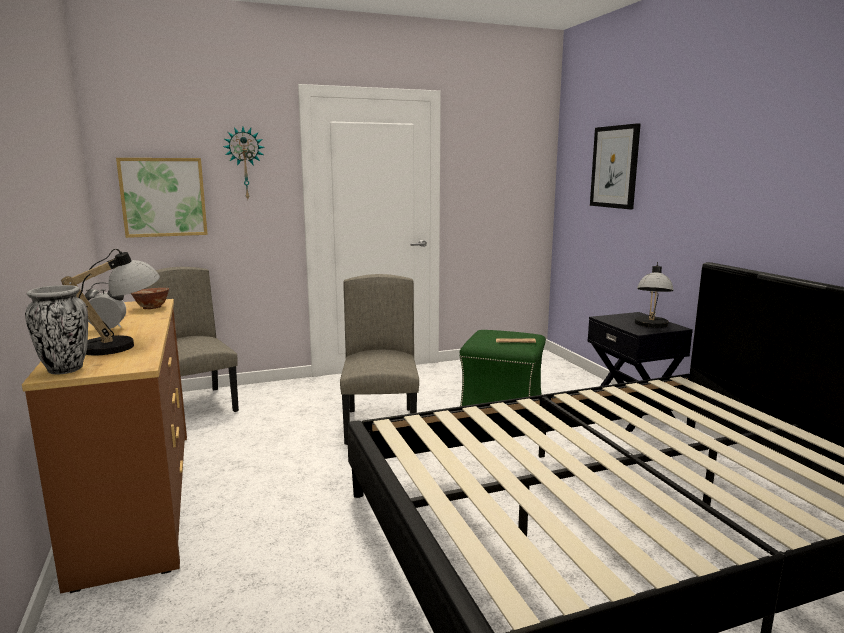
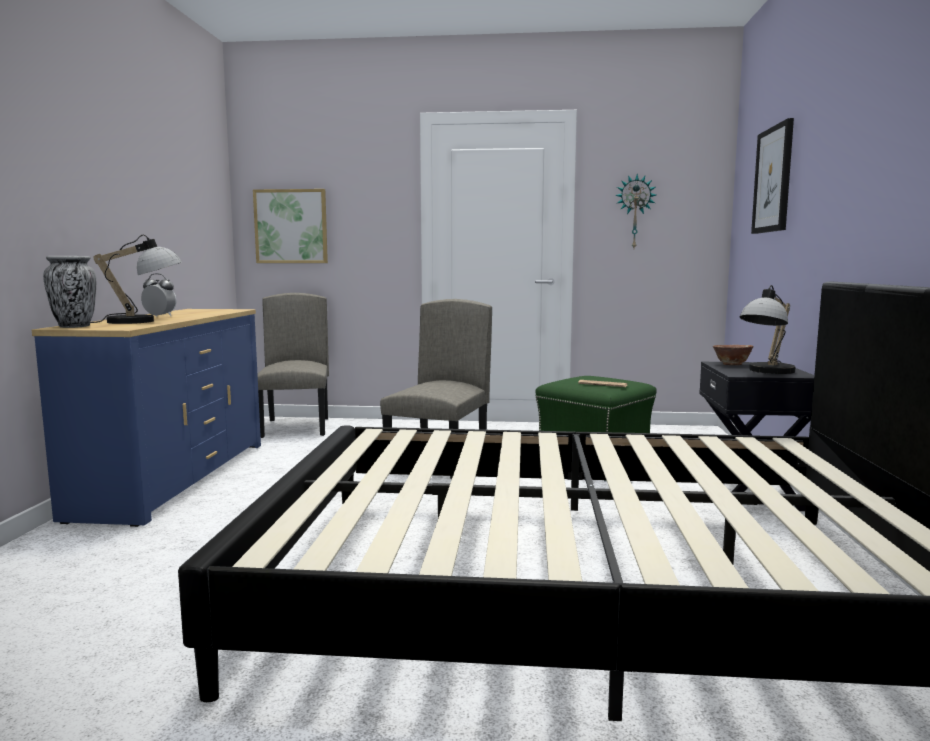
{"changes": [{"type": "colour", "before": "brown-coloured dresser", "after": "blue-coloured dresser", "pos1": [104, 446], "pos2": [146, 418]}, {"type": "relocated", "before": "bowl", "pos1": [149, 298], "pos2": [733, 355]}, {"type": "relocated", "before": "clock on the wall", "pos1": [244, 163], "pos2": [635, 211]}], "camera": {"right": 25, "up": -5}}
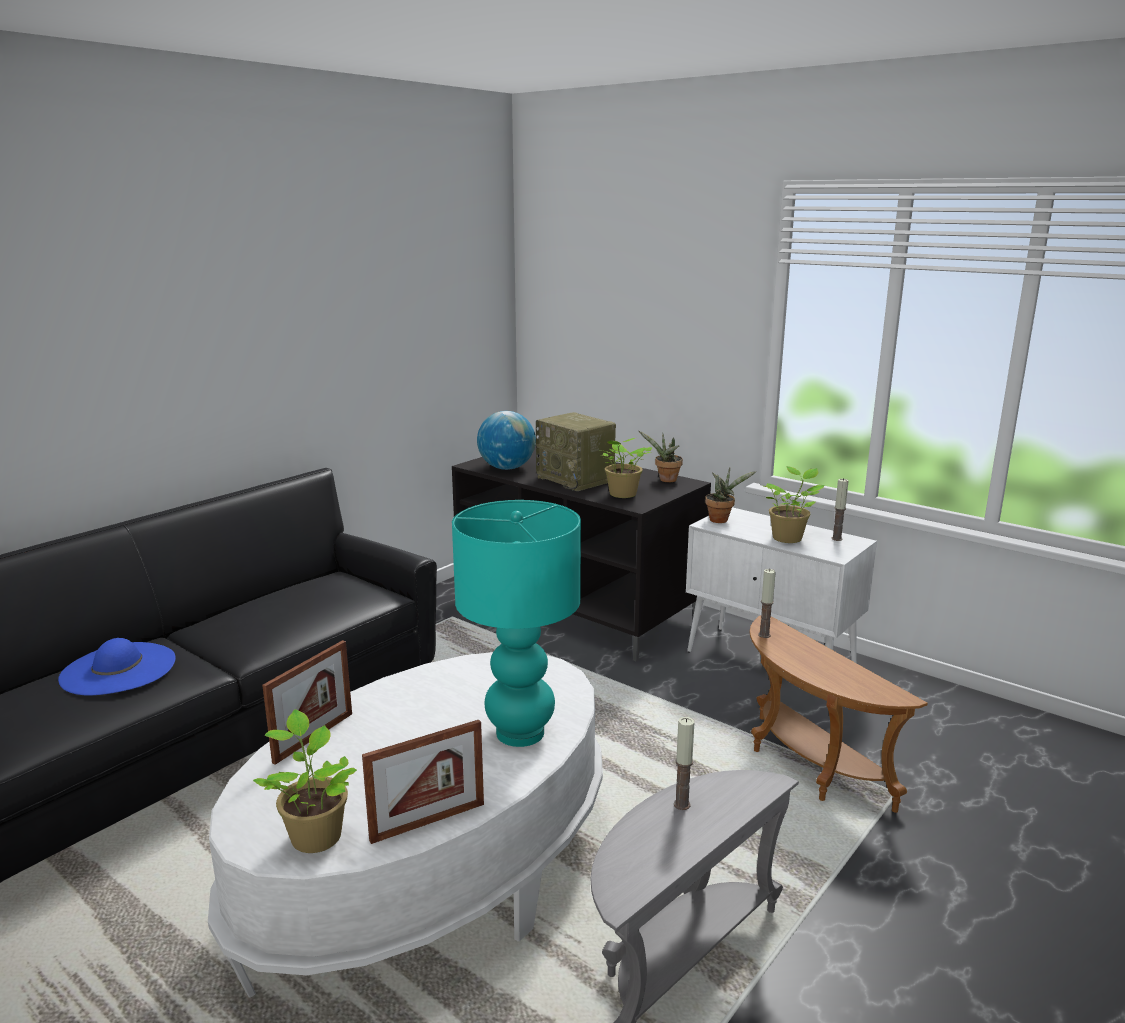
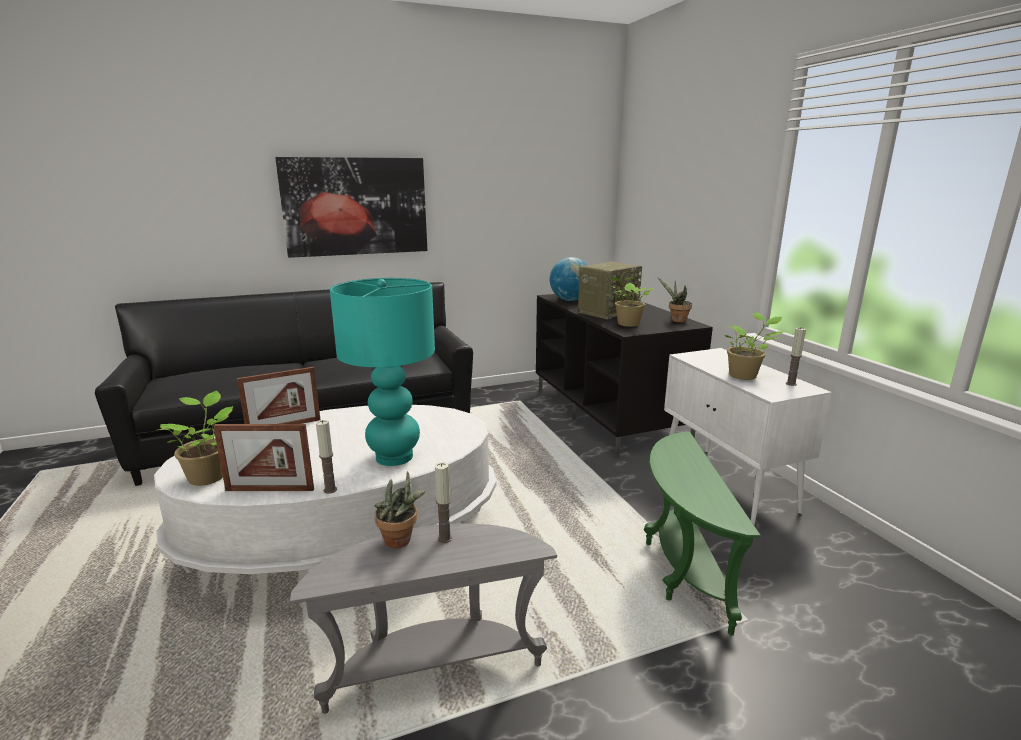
{"changes": [{"type": "missing", "before": "blue-coloured hat", "pos1": [117, 667]}, {"type": "spun", "before": "radio set", "pos1": [576, 451], "pos2": [610, 291], "turn": -120}, {"type": "relocated", "before": "plant in a pot", "pos1": [730, 495], "pos2": [399, 509]}, {"type": "colour", "before": "brown-coloured side table", "after": "green-coloured side table", "pos1": [839, 714], "pos2": [702, 534]}, {"type": "relocated", "before": "candle", "pos1": [767, 603], "pos2": [326, 457]}, {"type": "appeared", "after": "wall picture", "pos2": [351, 207]}], "camera": {"right": 30, "up": 0}}
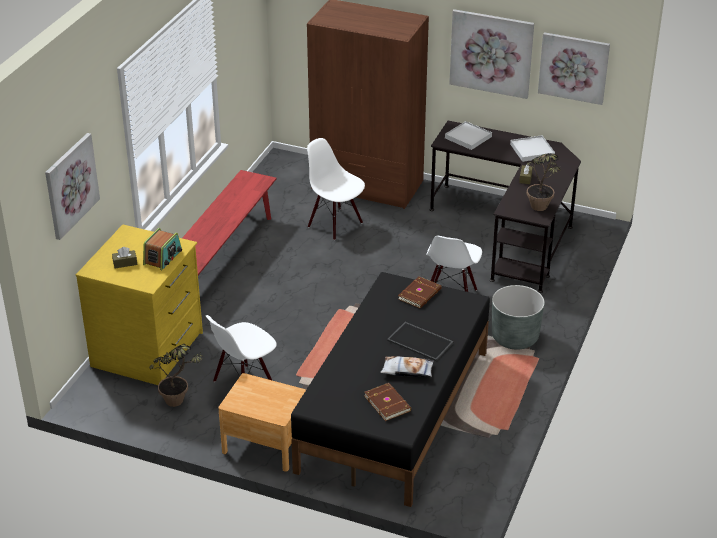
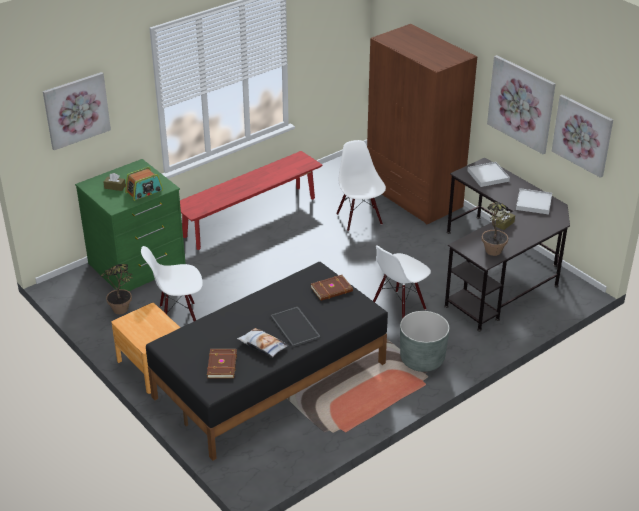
{"changes": [{"type": "colour", "before": "yellow-coloured dresser", "after": "green-coloured dresser", "pos1": [139, 304], "pos2": [130, 225]}], "camera": {"right": 30, "up": 0}}
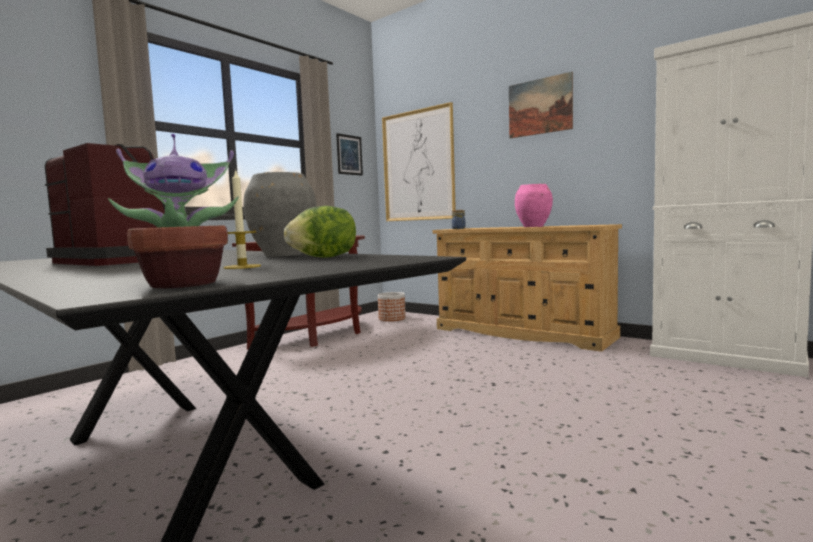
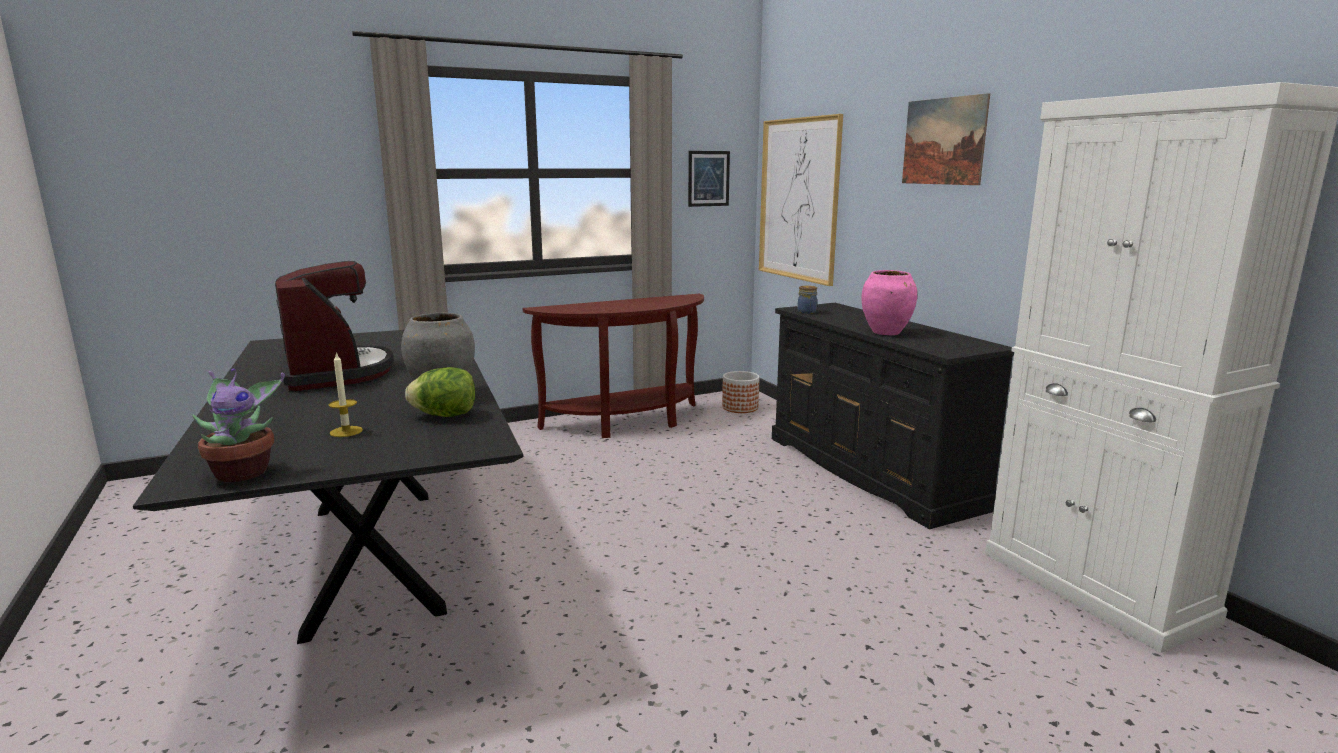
{"changes": [{"type": "colour", "before": "beige-coloured dresser", "after": "black dresser", "pos1": [527, 288], "pos2": [893, 416]}], "camera": {"right": 25, "up": 10}}
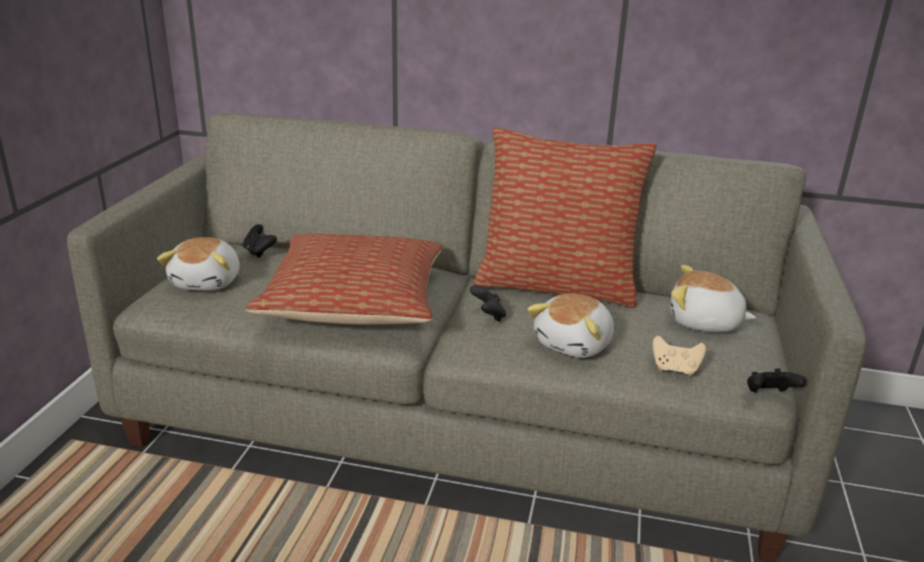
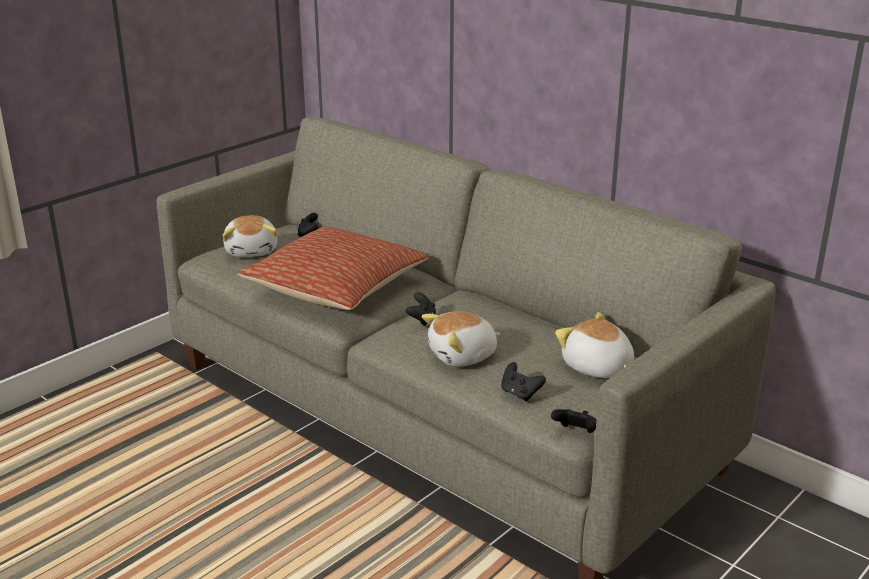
{"changes": [{"type": "spun", "before": "plush toy", "pos1": [198, 264], "pos2": [250, 236], "turn": -45}, {"type": "missing", "before": "throw pillow", "pos1": [565, 217]}, {"type": "colour", "before": "beige-coloured game controller", "after": "black game controller", "pos1": [679, 356], "pos2": [523, 382]}], "camera": {"right": 30, "up": 0}}
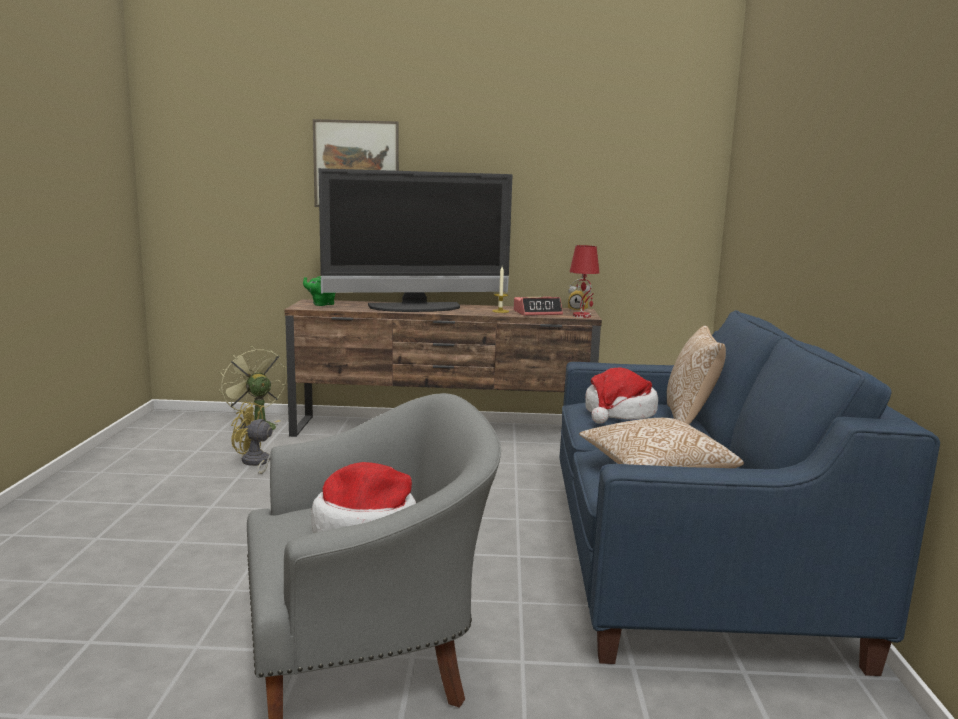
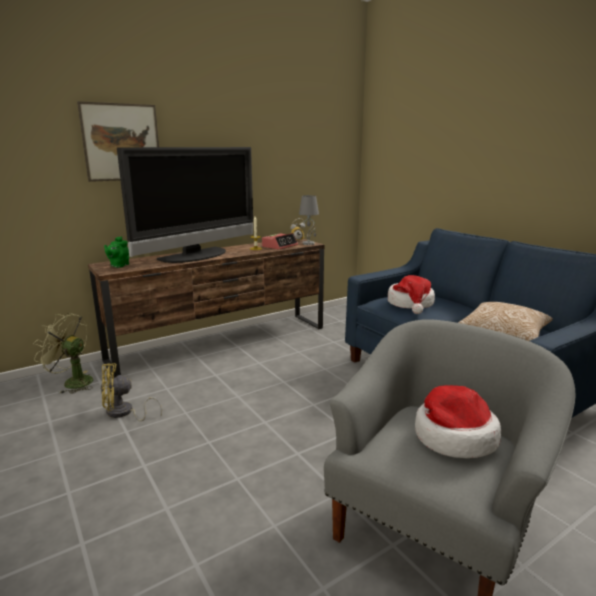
{"changes": [{"type": "colour", "before": "red-coloured table lamp", "after": "greyish table lamp", "pos1": [585, 281], "pos2": [309, 220]}, {"type": "missing", "before": "throw pillow", "pos1": [696, 375]}], "camera": {"right": -35, "up": 5}}
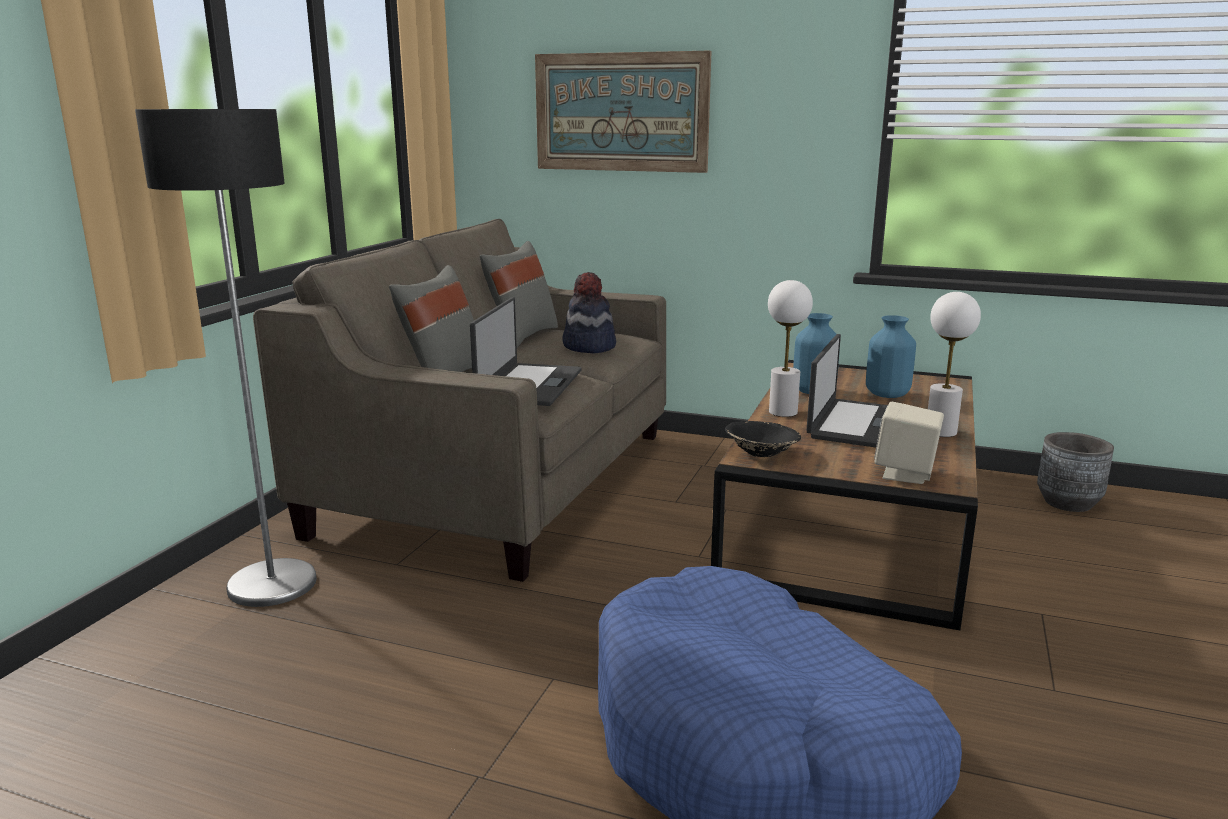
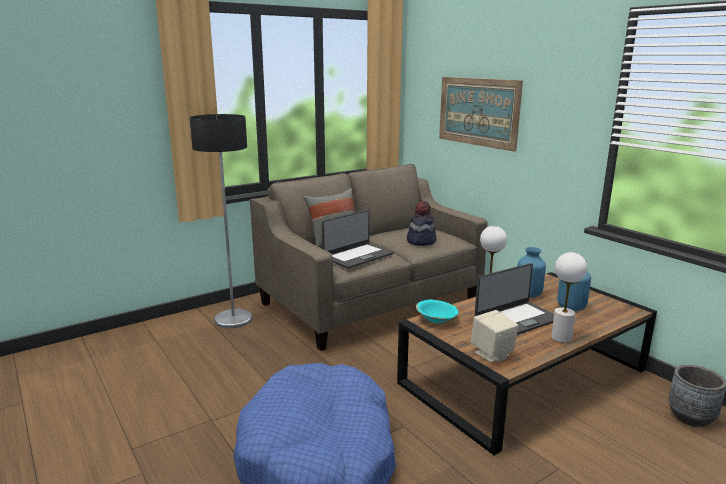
{"changes": [{"type": "missing", "before": "greyish throw pillow", "pos1": [519, 294]}, {"type": "colour", "before": "black bowl", "after": "blue-green bowl", "pos1": [763, 439], "pos2": [437, 311]}], "camera": {"right": 35, "up": 0}}
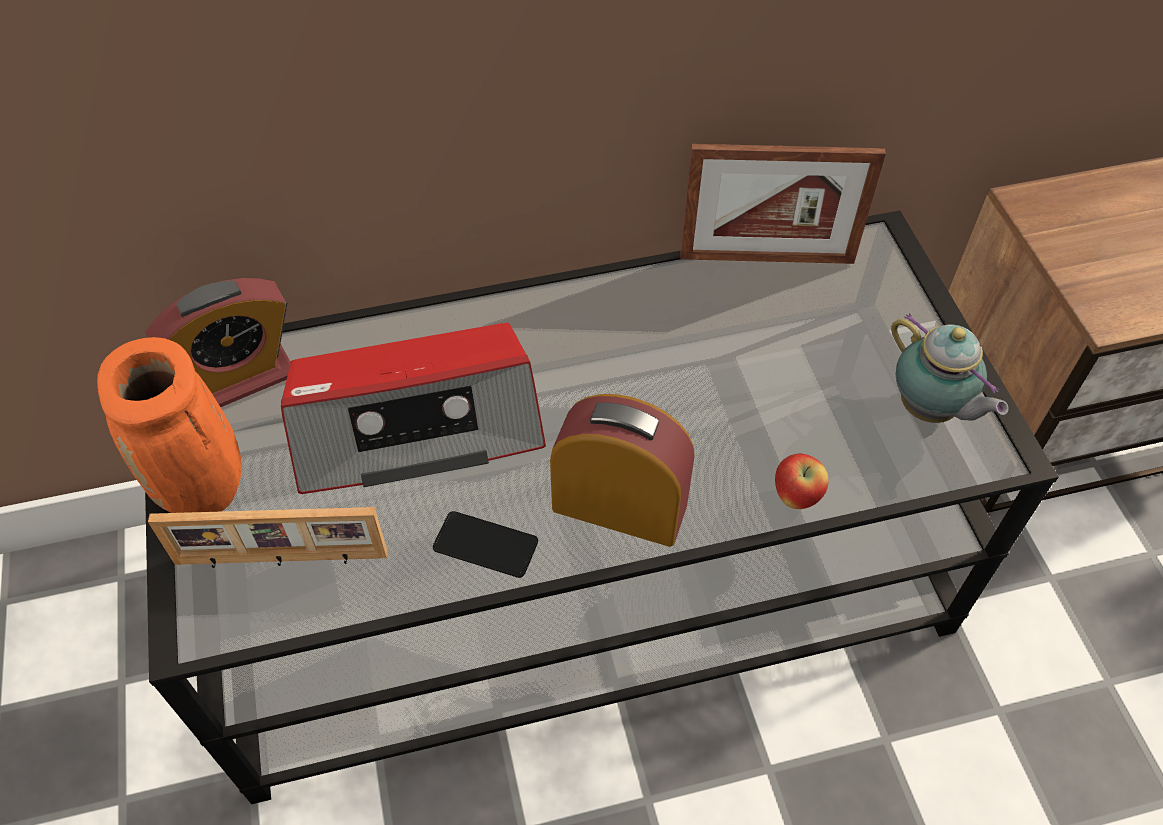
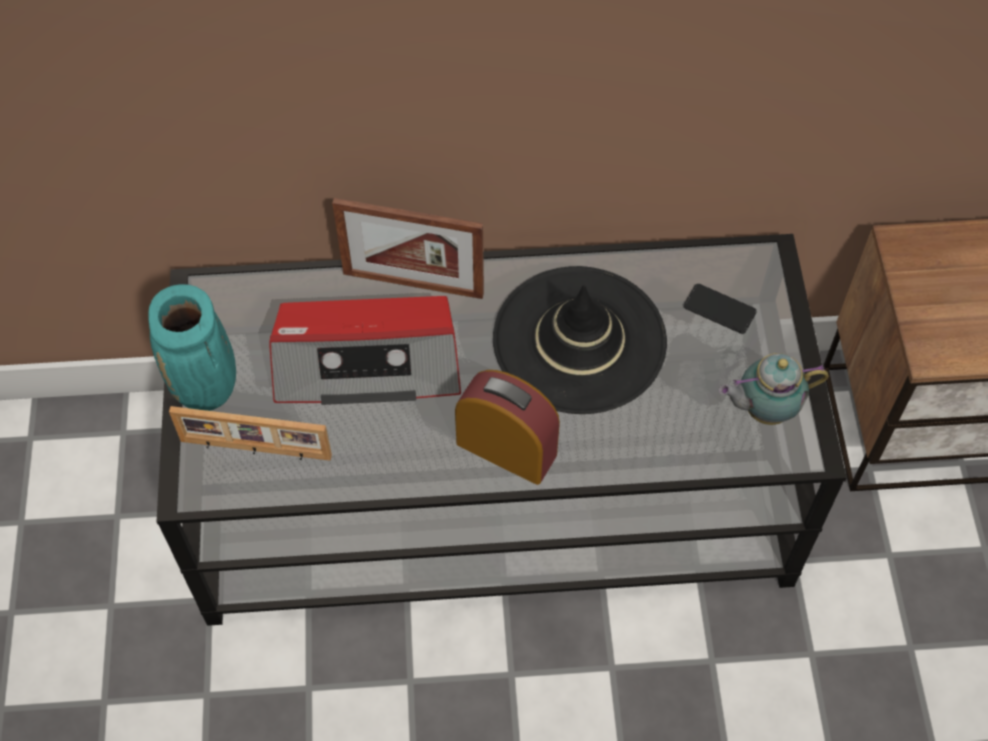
{"changes": [{"type": "colour", "before": "orange-coloured decorative vase", "after": "blue-green decorative vase", "pos1": [169, 425], "pos2": [192, 347]}, {"type": "missing", "before": "alarm clock", "pos1": [218, 342]}, {"type": "relocated", "before": "phone", "pos1": [485, 544], "pos2": [720, 309]}, {"type": "relocated", "before": "standing frame", "pos1": [783, 204], "pos2": [408, 248]}, {"type": "missing", "before": "whole apple", "pos1": [802, 481]}, {"type": "spun", "before": "teapot", "pos1": [950, 368], "pos2": [774, 389], "turn": 105}, {"type": "appeared", "after": "black hat", "pos2": [580, 340]}], "camera": {"right": 10, "up": 5}}
